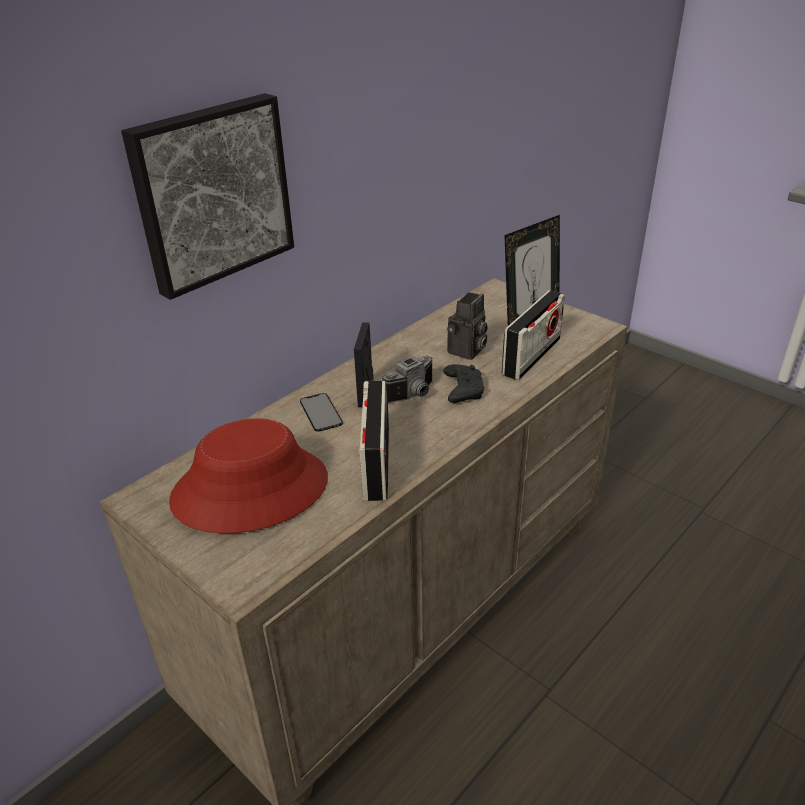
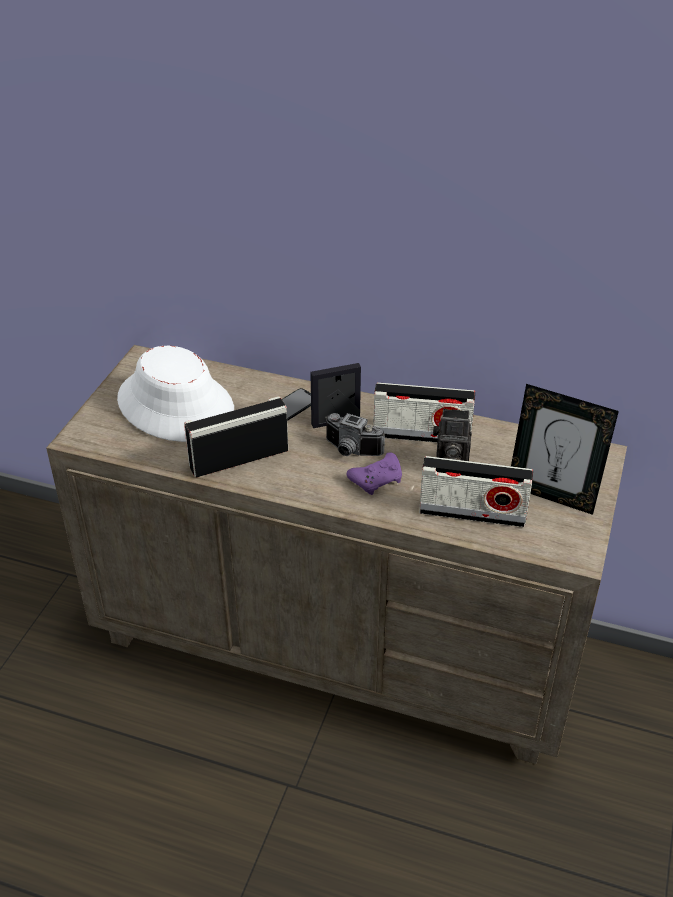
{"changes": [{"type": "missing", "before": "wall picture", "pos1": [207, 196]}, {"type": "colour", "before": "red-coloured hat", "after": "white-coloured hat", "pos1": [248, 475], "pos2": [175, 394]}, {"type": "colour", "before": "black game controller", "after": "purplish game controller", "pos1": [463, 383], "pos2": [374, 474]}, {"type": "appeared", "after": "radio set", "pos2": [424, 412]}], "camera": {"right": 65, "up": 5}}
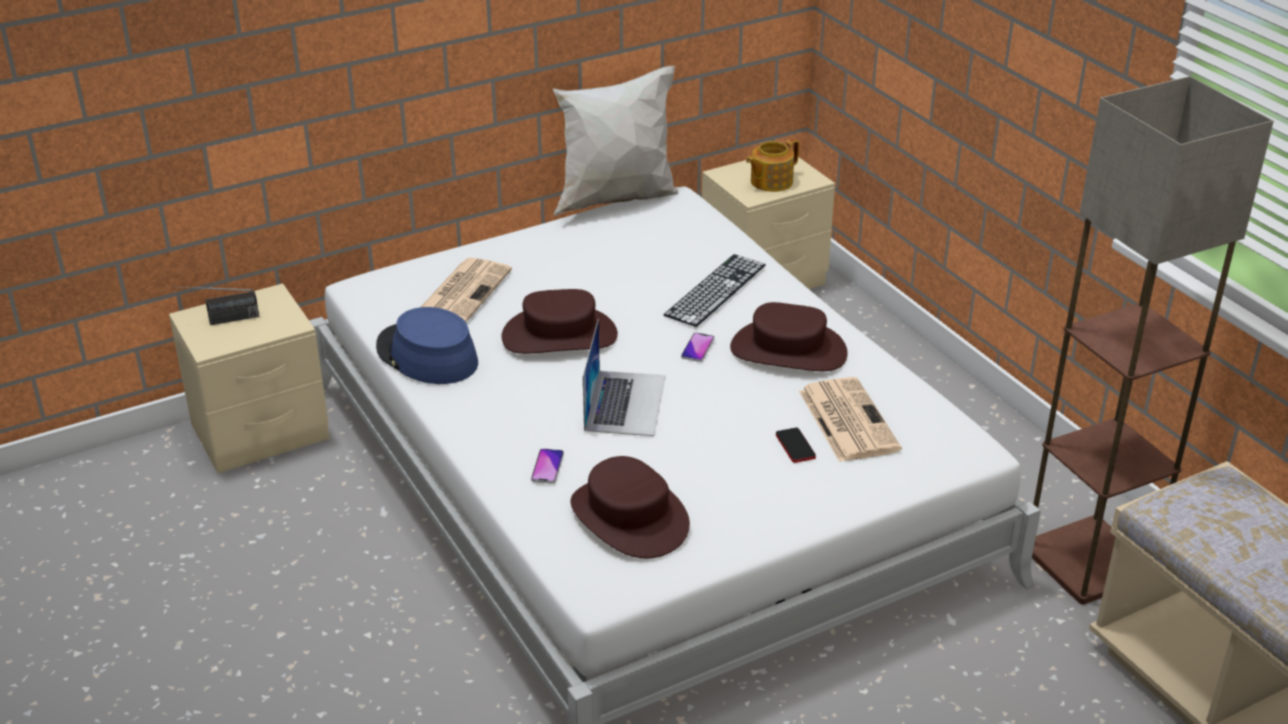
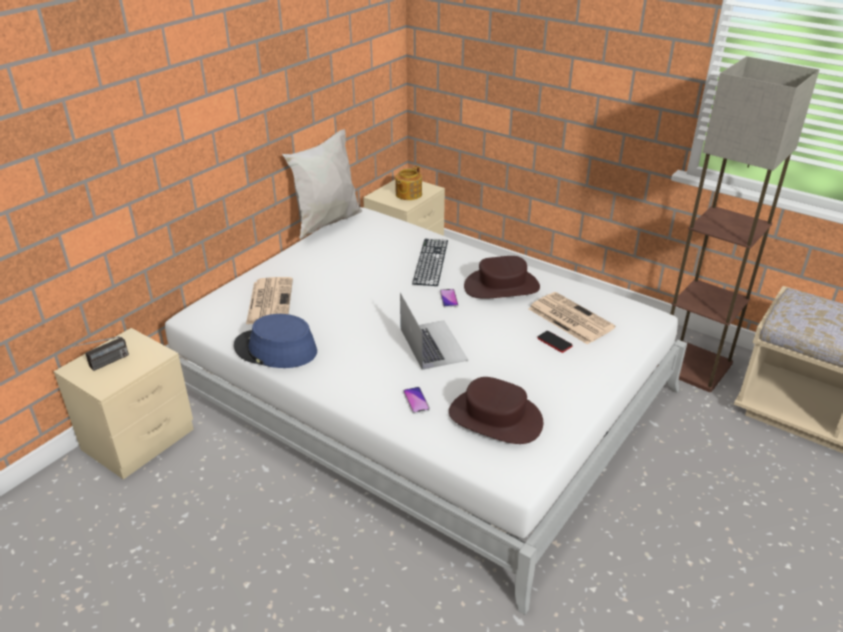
{"changes": [{"type": "missing", "before": "brown-coloured hat", "pos1": [559, 321]}], "camera": {"right": -25, "up": 0}}
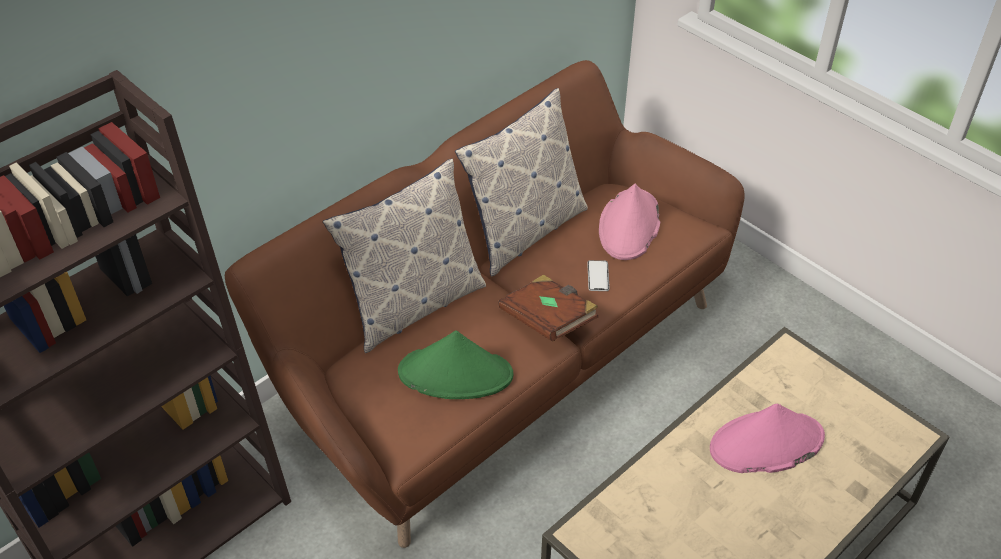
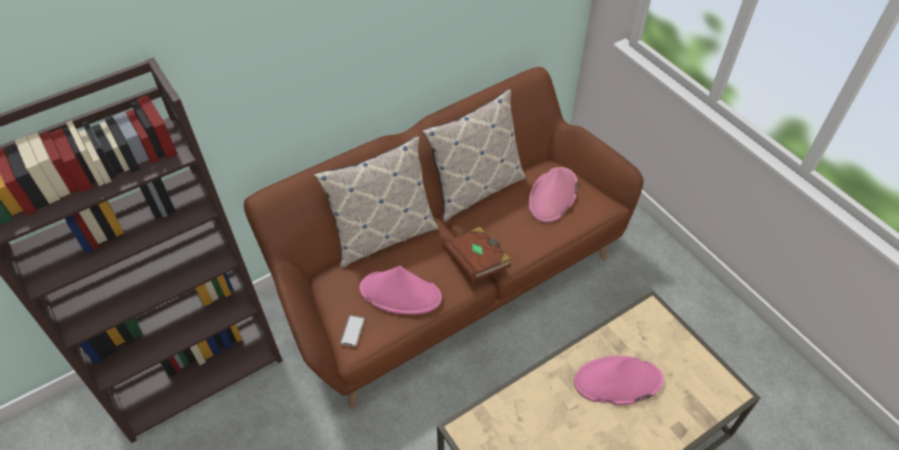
{"changes": [{"type": "colour", "before": "green-coloured hat", "after": "pinkish hat", "pos1": [455, 365], "pos2": [401, 290]}, {"type": "relocated", "before": "phone", "pos1": [598, 275], "pos2": [352, 331]}], "camera": {"right": 10, "up": 5}}
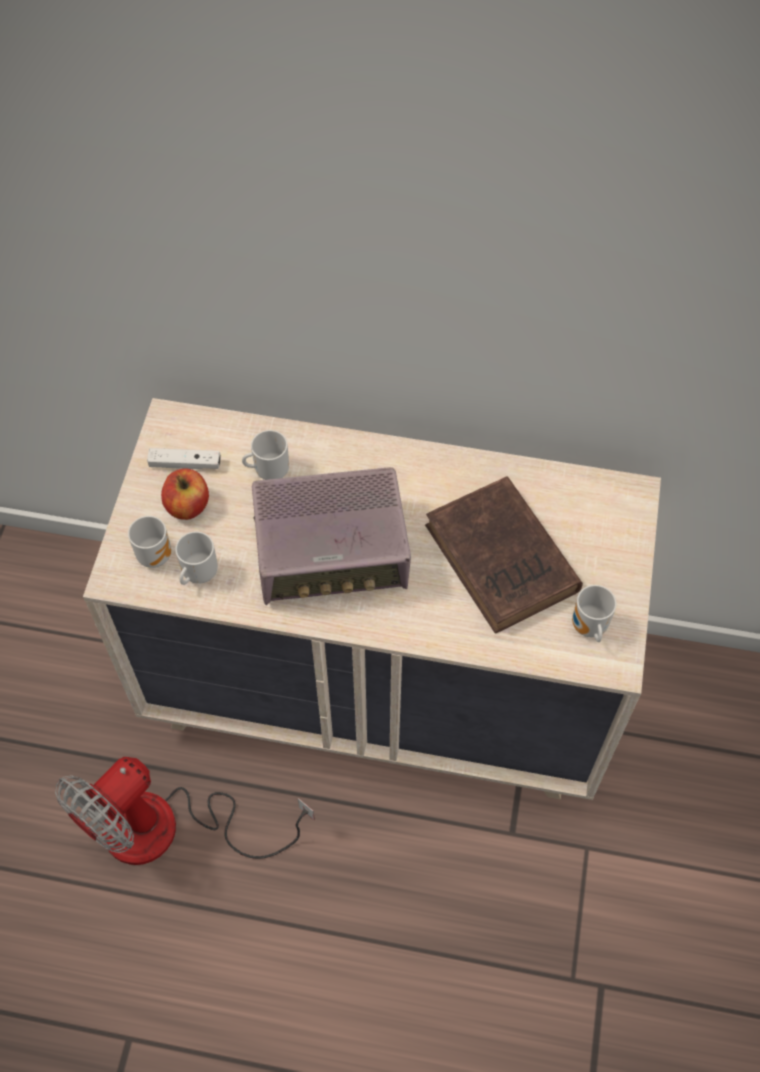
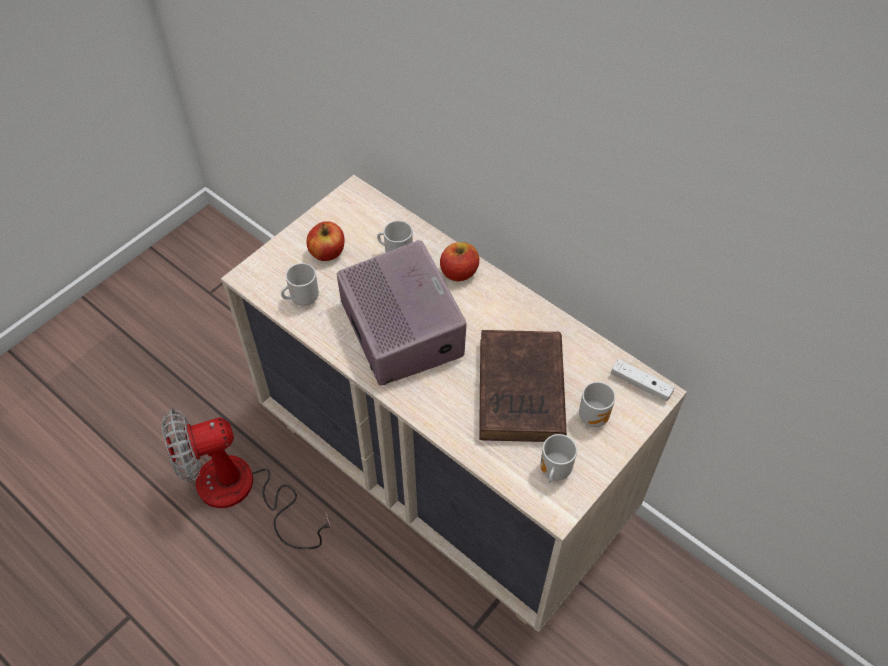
{"changes": [{"type": "relocated", "before": "mug", "pos1": [149, 542], "pos2": [597, 404]}, {"type": "relocated", "before": "white-coloured game controller", "pos1": [184, 458], "pos2": [642, 380]}, {"type": "spun", "before": "radio set", "pos1": [331, 536], "pos2": [402, 312], "turn": -135}, {"type": "appeared", "after": "whole apple", "pos2": [459, 261]}], "camera": {"right": 30, "up": -5}}
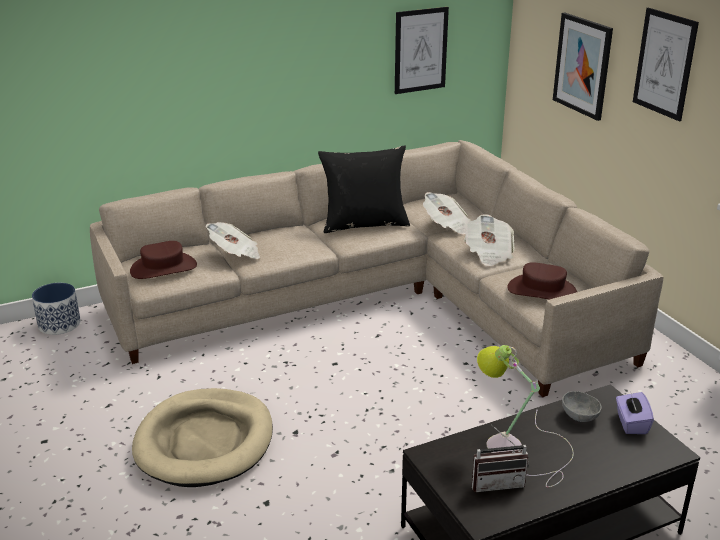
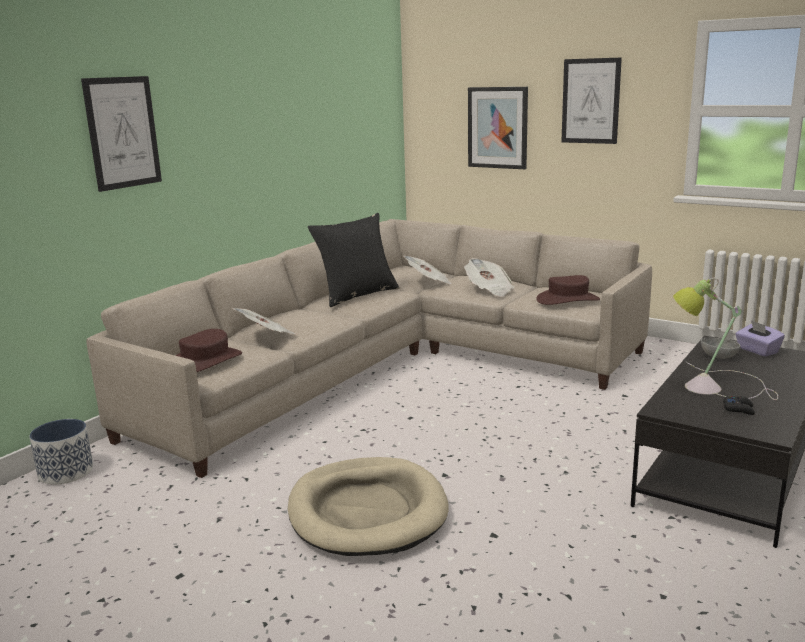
{"changes": [{"type": "relocated", "before": "wall picture", "pos1": [422, 50], "pos2": [121, 134]}, {"type": "exchanged", "before": "radio set", "after": "black game controller", "pos1": [500, 458], "pos2": [739, 405]}], "camera": {"right": -30, "up": -10}}
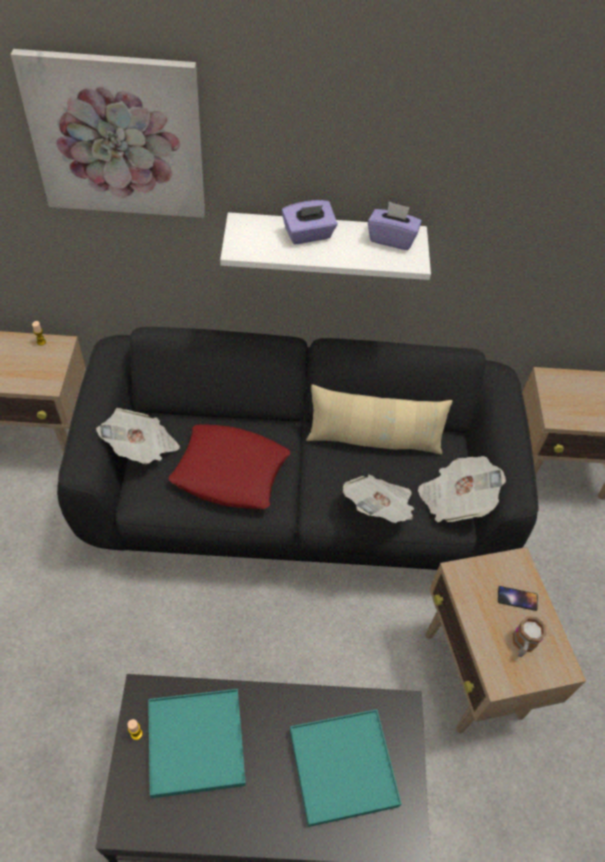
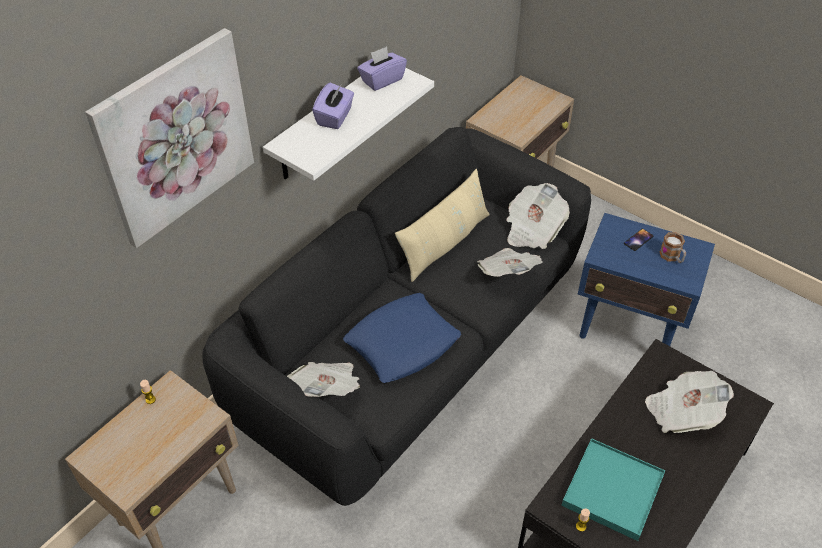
{"changes": [{"type": "colour", "before": "red-coloured throw pillow", "after": "blue-coloured throw pillow", "pos1": [229, 466], "pos2": [402, 338]}, {"type": "exchanged", "before": "blue-green carrying tray", "after": "daily paper", "pos1": [346, 768], "pos2": [689, 402]}, {"type": "colour", "before": "beige-coloured side table", "after": "blue-coloured side table", "pos1": [505, 640], "pos2": [646, 279]}], "camera": {"right": -50, "up": -5}}
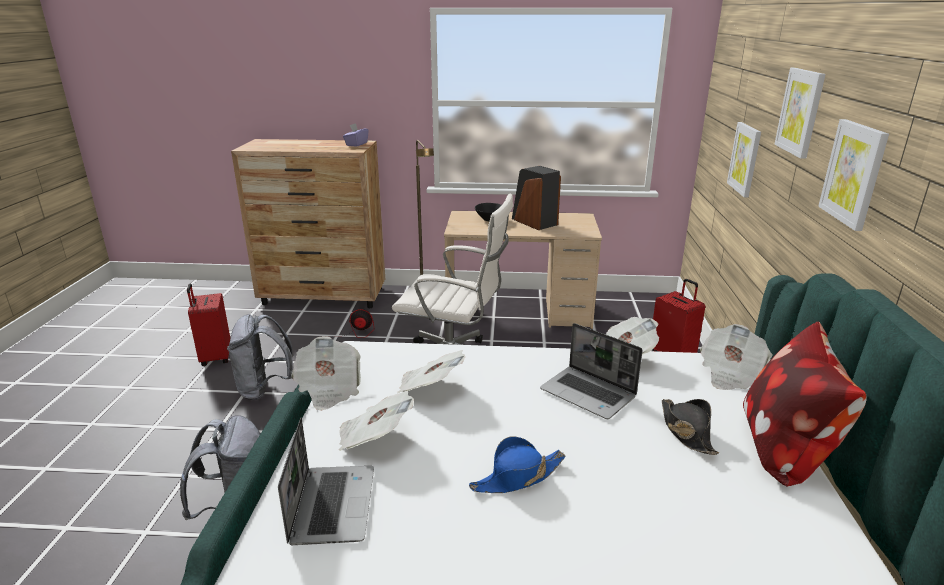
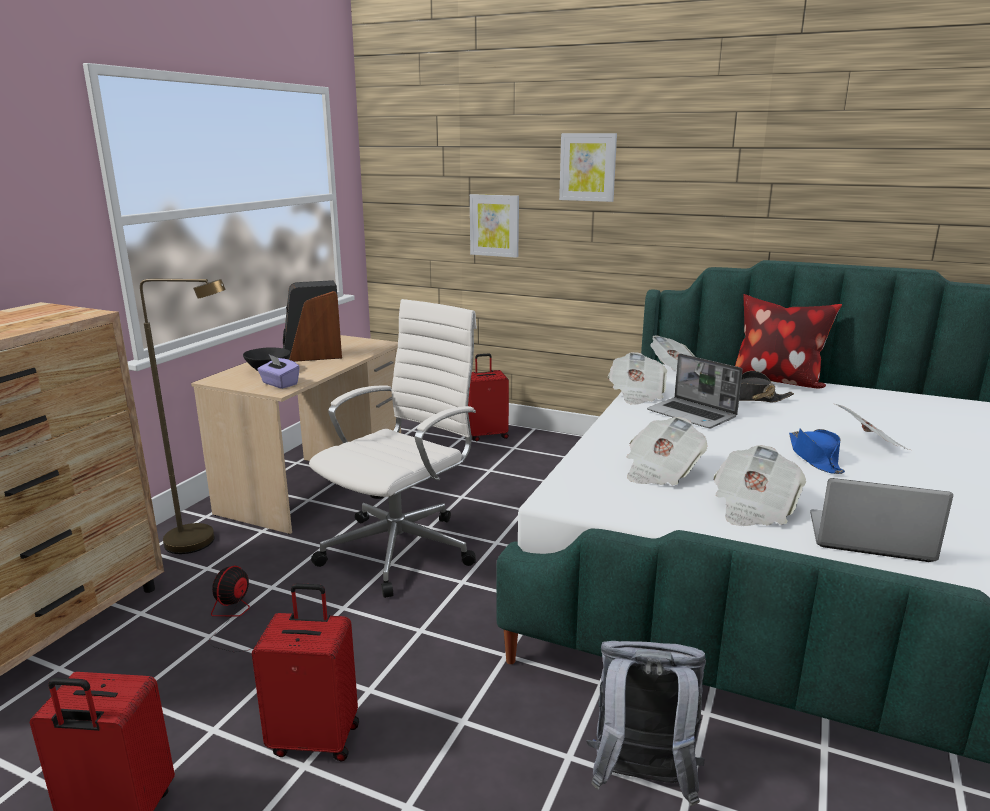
{"changes": [{"type": "exchanged", "before": "greyish rucksack", "after": "red-coloured suitcase", "pos1": [260, 357], "pos2": [305, 672]}, {"type": "relocated", "before": "daily paper", "pos1": [326, 373], "pos2": [872, 427]}, {"type": "relocated", "before": "purplish tissue box", "pos1": [356, 135], "pos2": [278, 372]}, {"type": "spun", "before": "portable computer", "pos1": [591, 371], "pos2": [695, 390], "turn": 75}, {"type": "missing", "before": "wall picture", "pos1": [853, 175]}], "camera": {"right": -70, "up": -5}}
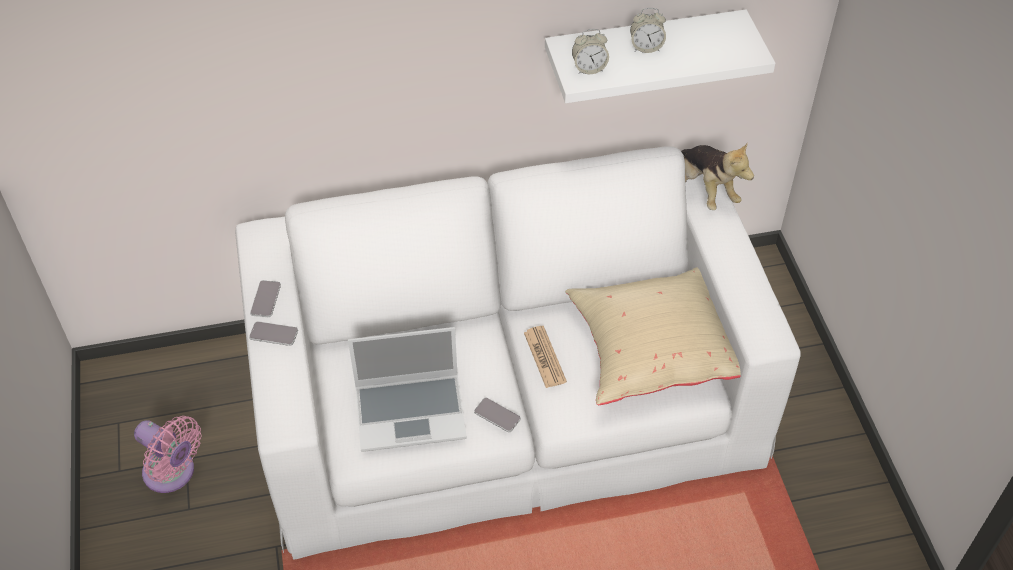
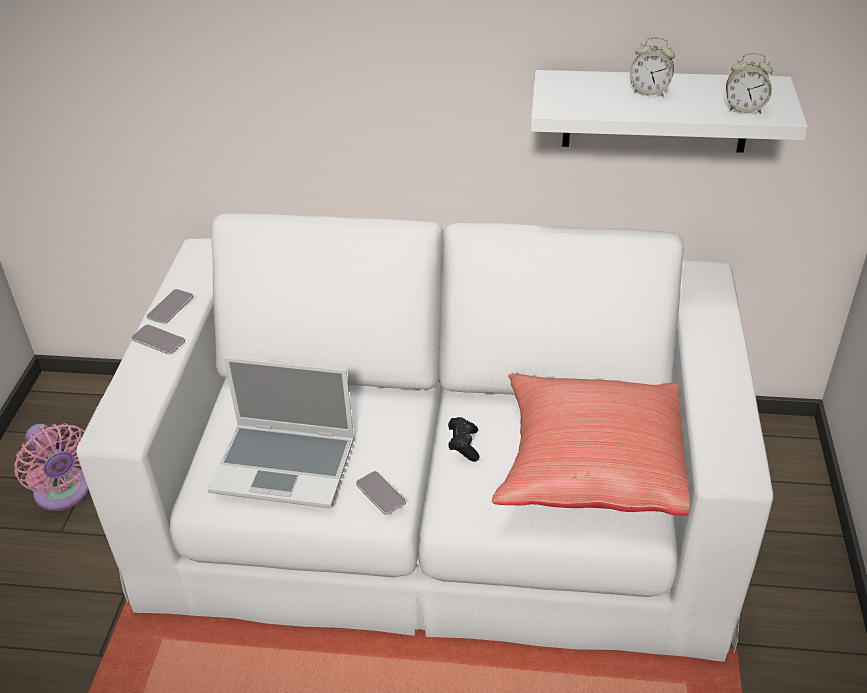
{"changes": [{"type": "exchanged", "before": "daily paper", "after": "black game controller", "pos1": [545, 357], "pos2": [464, 439]}, {"type": "colour", "before": "beige-coloured throw pillow", "after": "red-coloured throw pillow", "pos1": [653, 336], "pos2": [590, 444]}, {"type": "relocated", "before": "alarm clock", "pos1": [590, 51], "pos2": [749, 83]}, {"type": "missing", "before": "plush toy", "pos1": [717, 176]}], "camera": {"right": 20, "up": -10}}
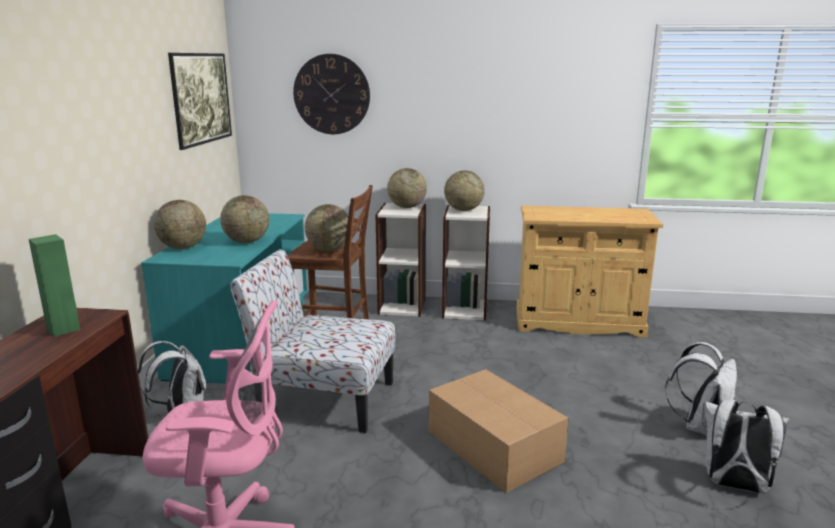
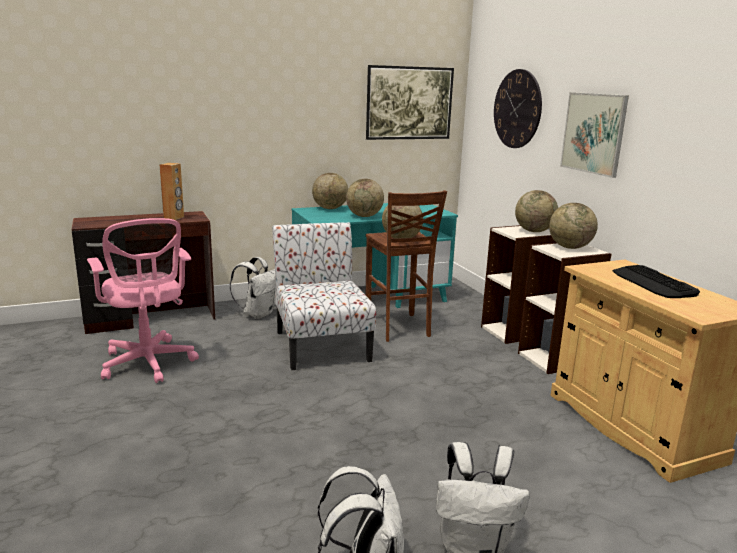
{"changes": [{"type": "colour", "before": "green-coloured speaker", "after": "brown-coloured speaker", "pos1": [54, 285], "pos2": [171, 191]}, {"type": "missing", "before": "cardboard box", "pos1": [499, 431]}, {"type": "appeared", "after": "wall picture", "pos2": [594, 135]}, {"type": "appeared", "after": "computer keyboard", "pos2": [656, 281]}], "camera": {"right": 60, "up": 0}}
